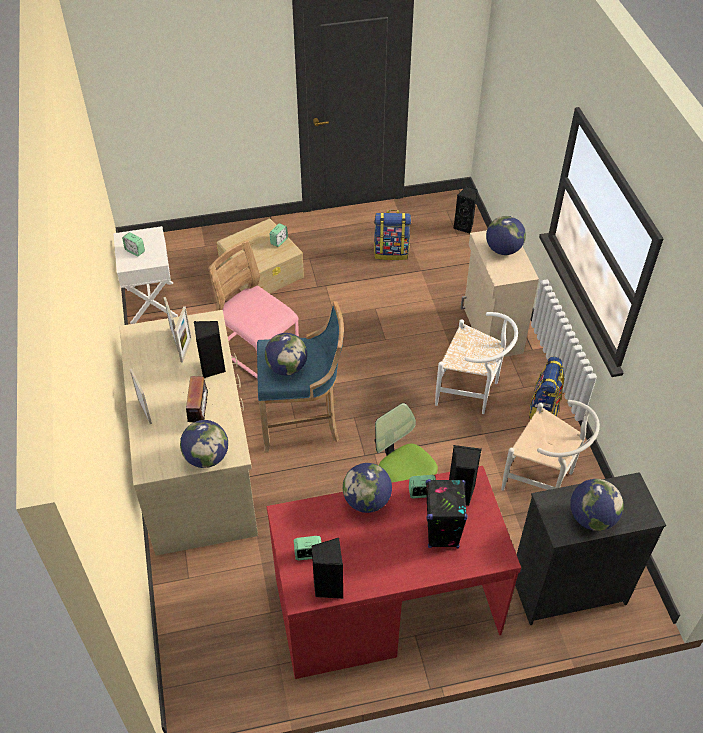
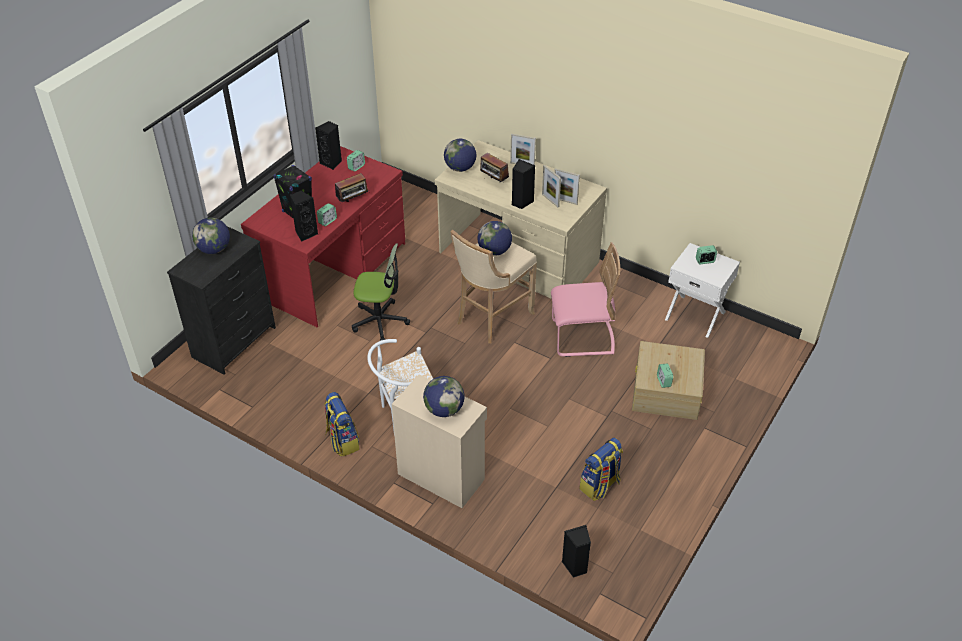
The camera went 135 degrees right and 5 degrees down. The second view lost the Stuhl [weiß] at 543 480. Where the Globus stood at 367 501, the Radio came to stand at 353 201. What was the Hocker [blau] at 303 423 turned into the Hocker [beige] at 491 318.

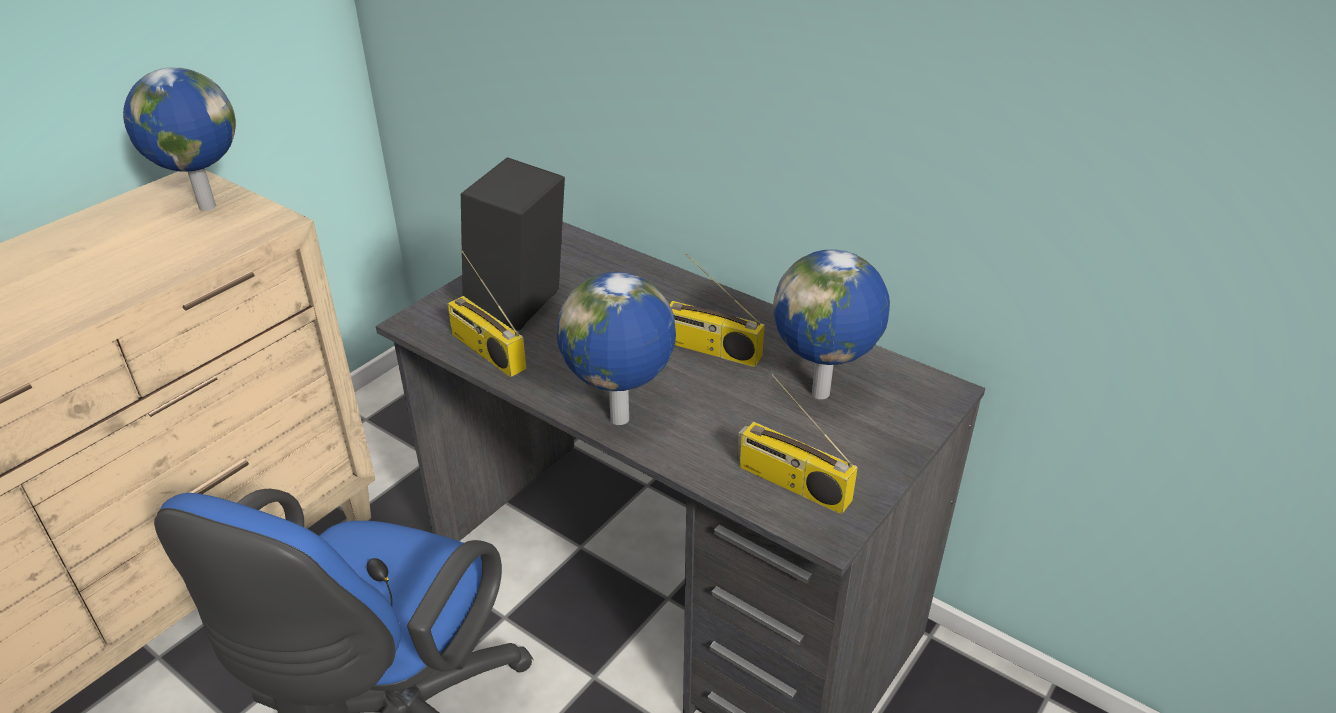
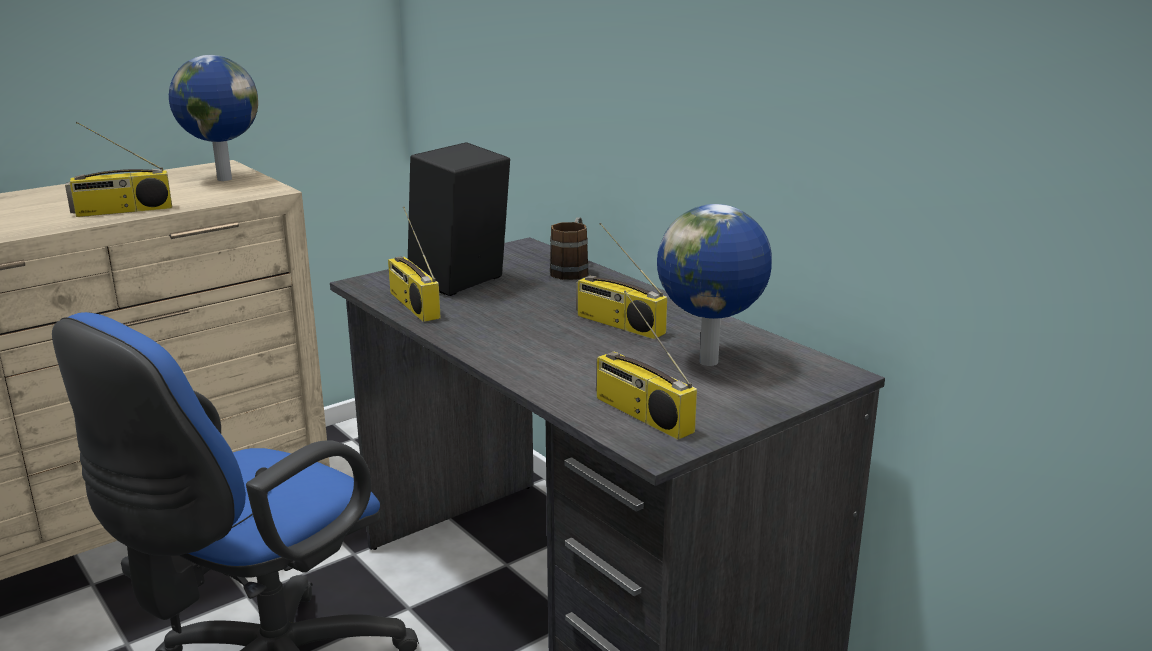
The camera went 15 degrees right and 15 degrees down. The second view lost the Globus at 621 420. The second view gained the Radio at 122 211. The second view gained the Henkelbecher [braun] at 572 270.

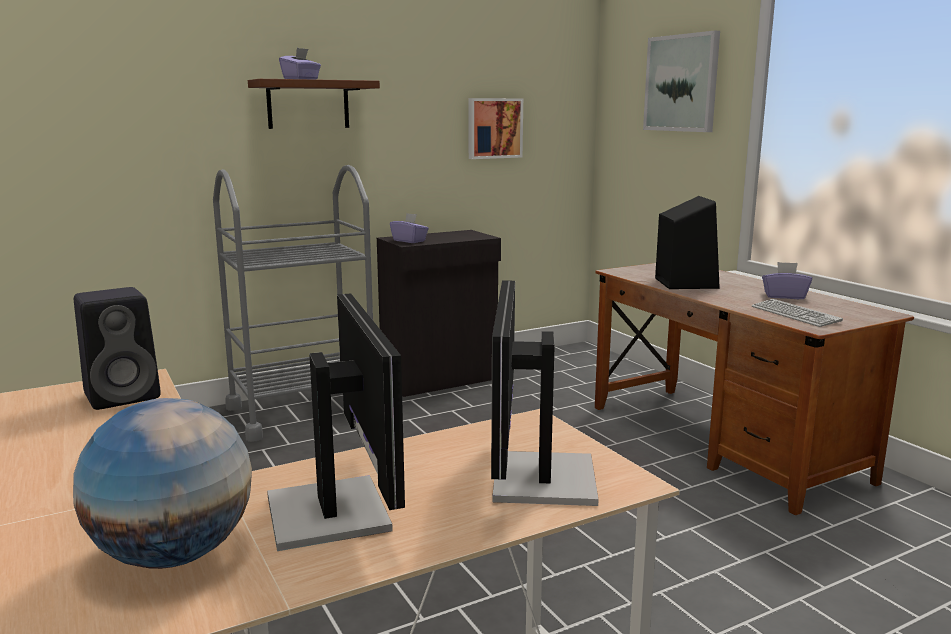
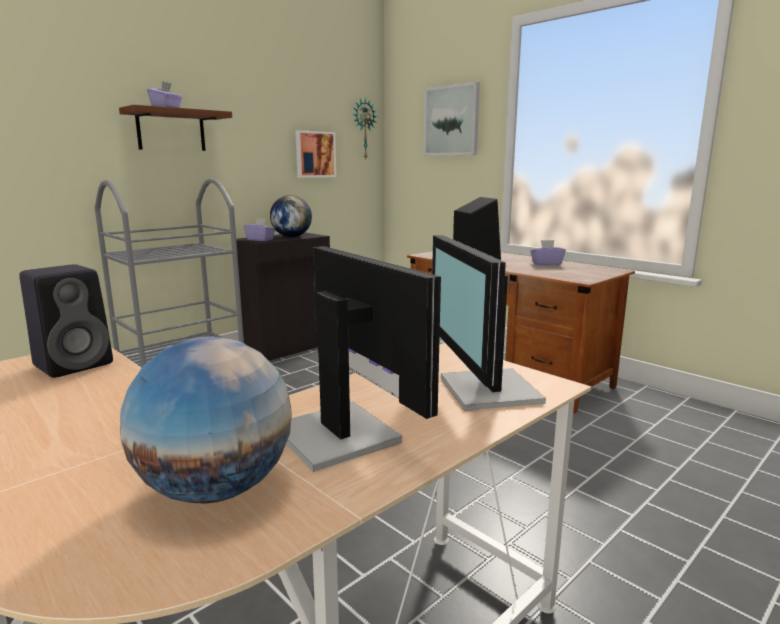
The camera went 15 degrees left and 0 degrees up. The second view lost the Tastatur at 795 314. The second view gained the Globus at 291 237. The second view gained the Wanduhr at 363 129.

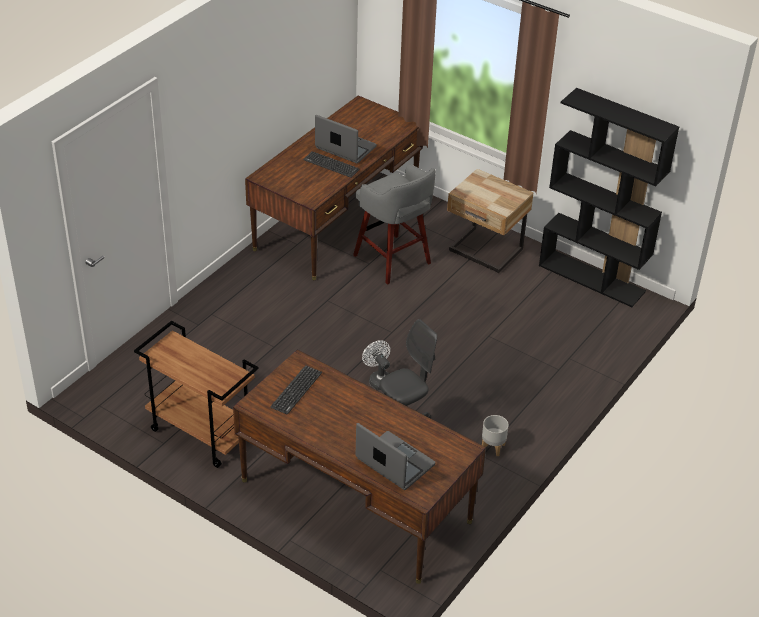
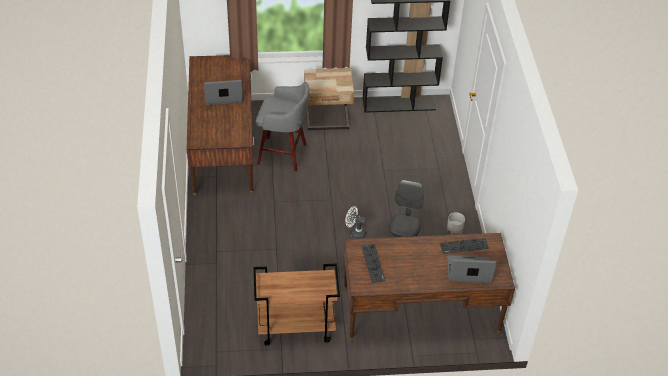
The camera went 40 degrees left and 5 degrees up. The Tastatur ended up elsewhere, having gone from 331 165 to 464 246.

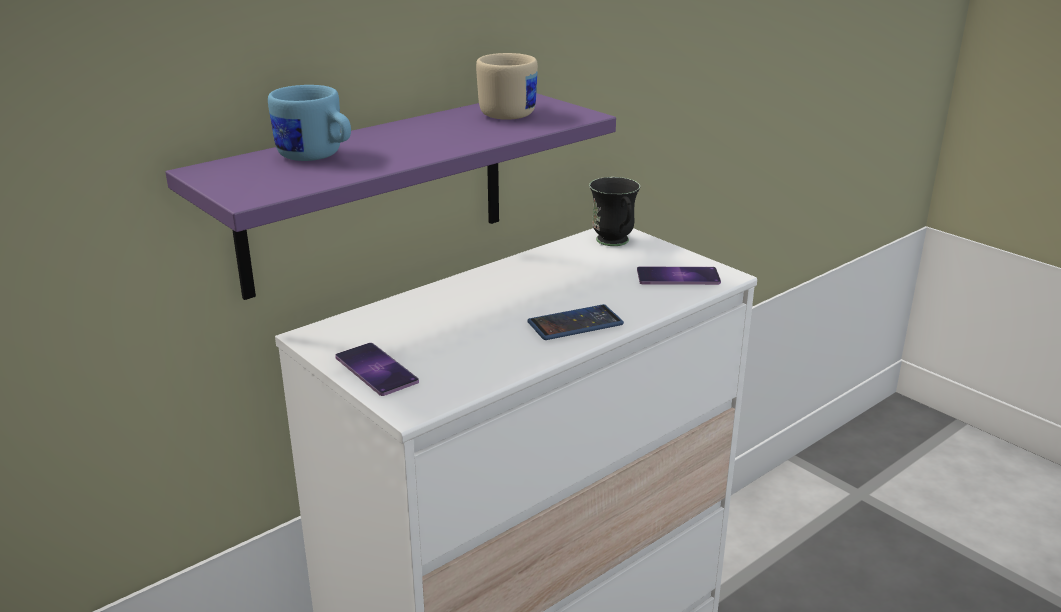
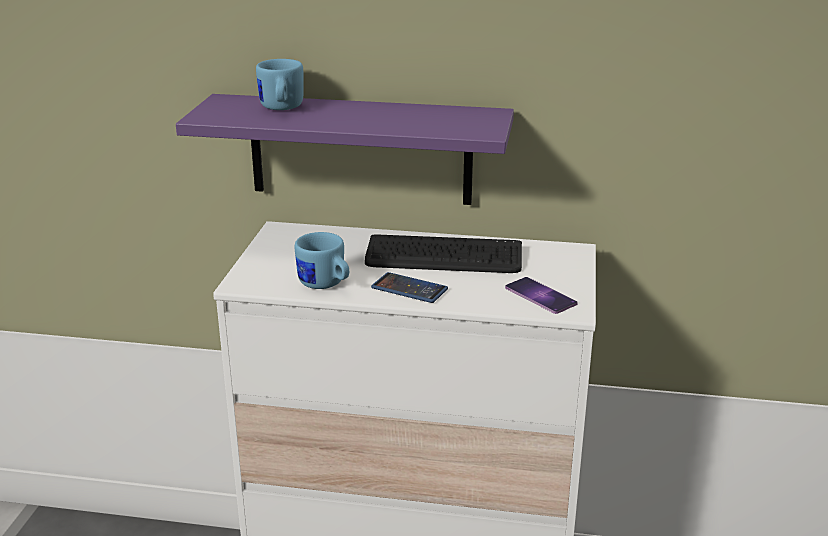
The camera went 50 degrees right and 0 degrees up. The second view lost the Handy at 376 369. The second view lost the Henkelbecher [beige] at 510 112. The second view lost the Henkelbecher [schwarz] at 615 243. The second view gained the Henkelbecher [blau] at 325 285. The second view gained the Tastatur at 444 257.

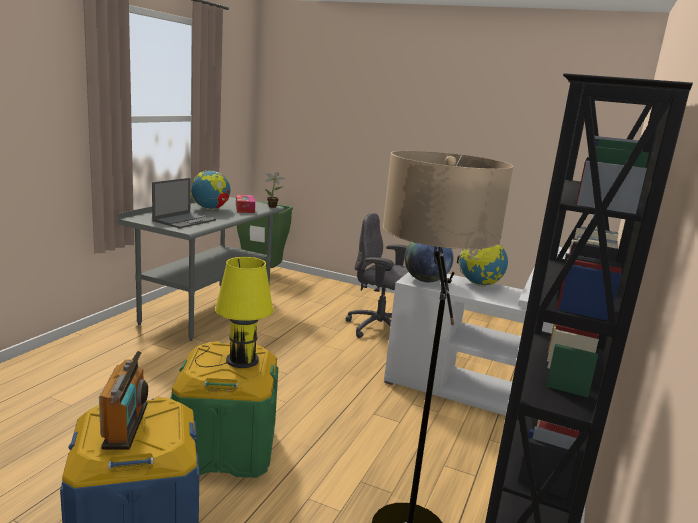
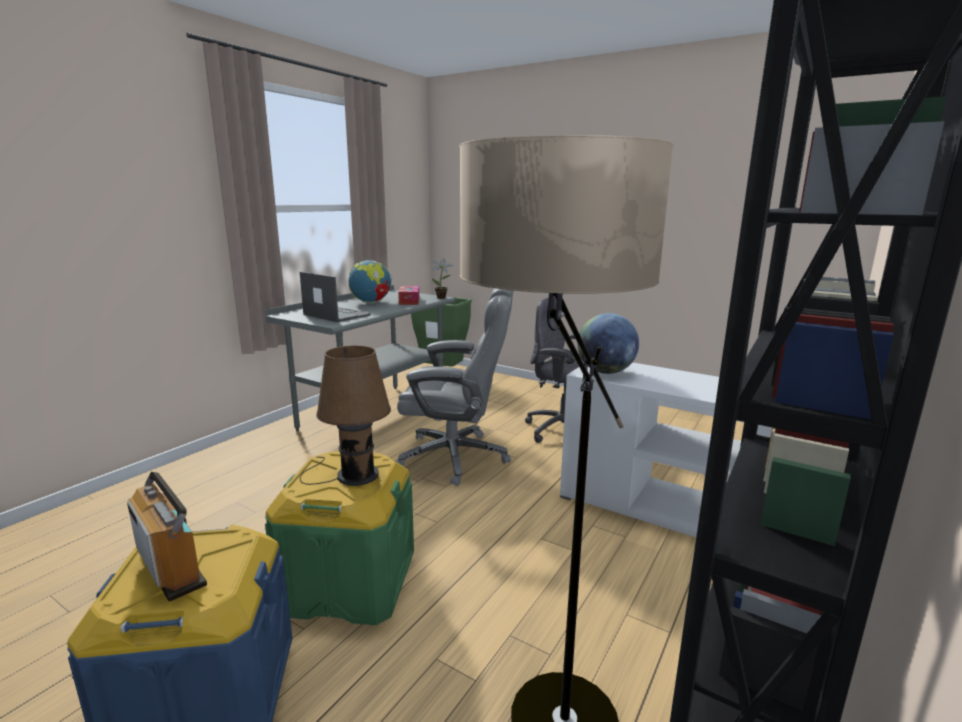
The camera went 10 degrees right and 0 degrees up. The second view lost the Globus at 479 284. The second view gained the Bürostuhl [grau] at 456 457. What was the Tischlampe [gelb] at 238 360 turned into the Tischlampe [braun] at 353 475. The Radio at 126 425 ended up facing another way, 45 degrees counterclockwise from before. The Laptop at 185 220 ended up facing another way, 90 degrees counterclockwise from before.

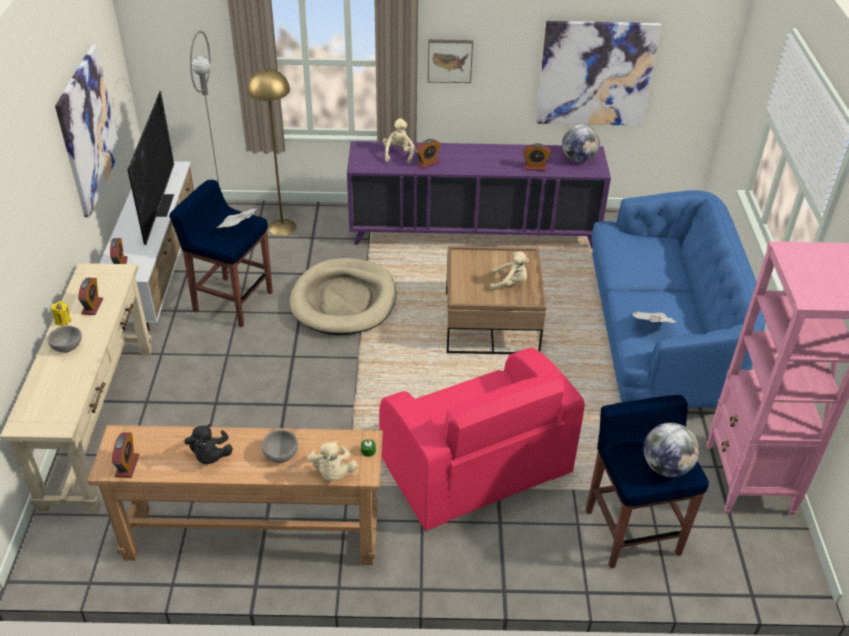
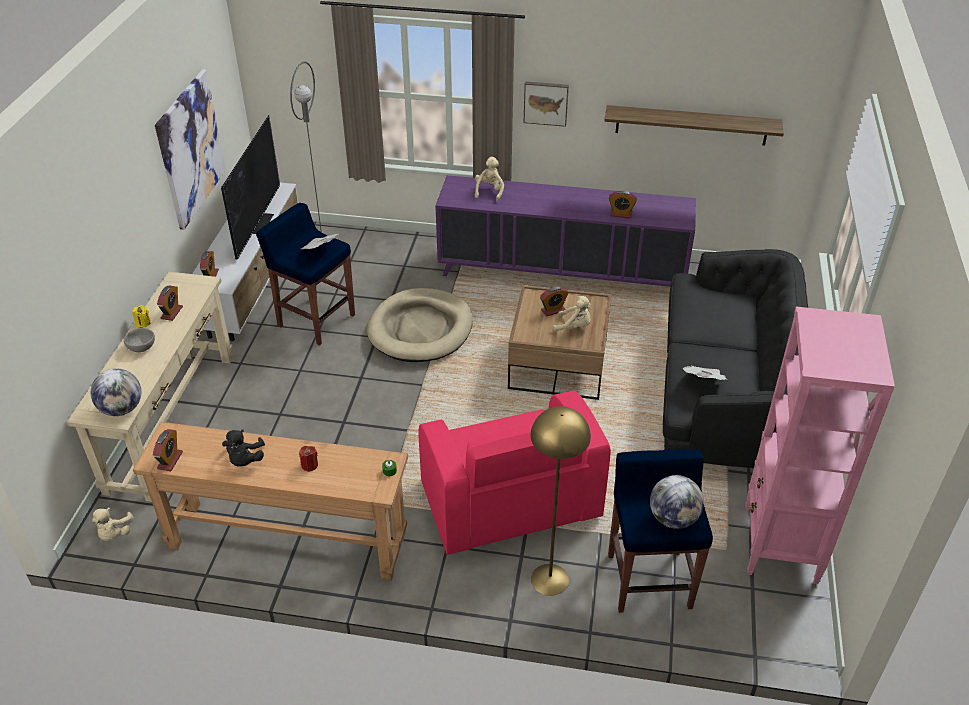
The camera went 10 degrees right and 0 degrees up. The Stehlampe [gelb] ended up elsewhere, having gone from 282 227 to 549 579. The Plüschtier [beige] ended up elsewhere, having gone from 333 473 to 114 533. The Wecker ended up elsewhere, having gone from 427 163 to 553 310. The Globus ended up elsewhere, having gone from 578 159 to 122 409. Where the Schüssel [grau] stood at 281 454, the Kerze [rot] came to stand at 309 465. Where the Bild hung at 595 74, the Wandregal came to hang at 691 125. What was the Sofa [blau] at 658 339 turned into the Sofa [schwarz] at 722 396.

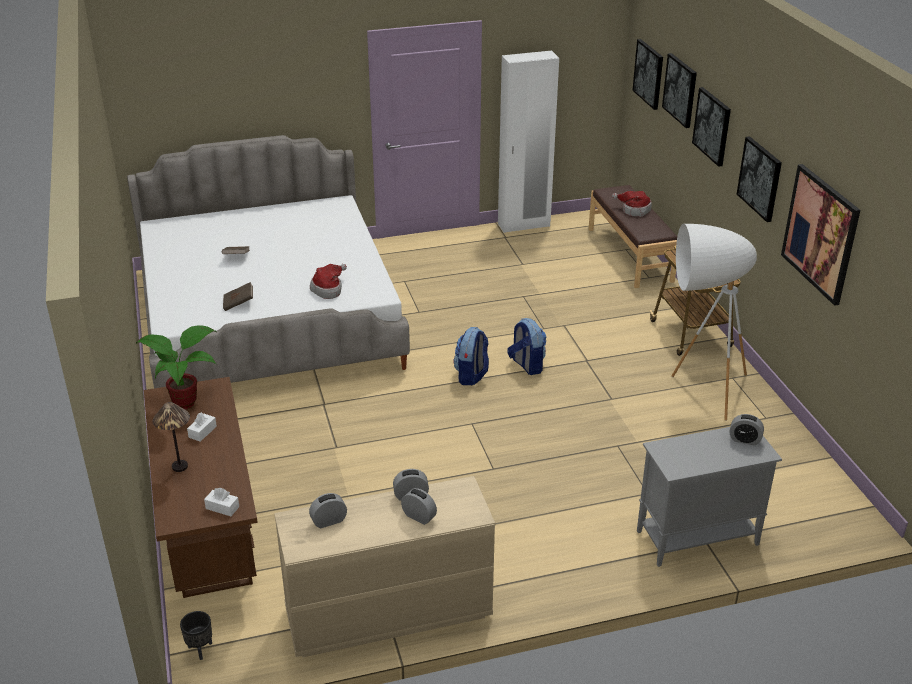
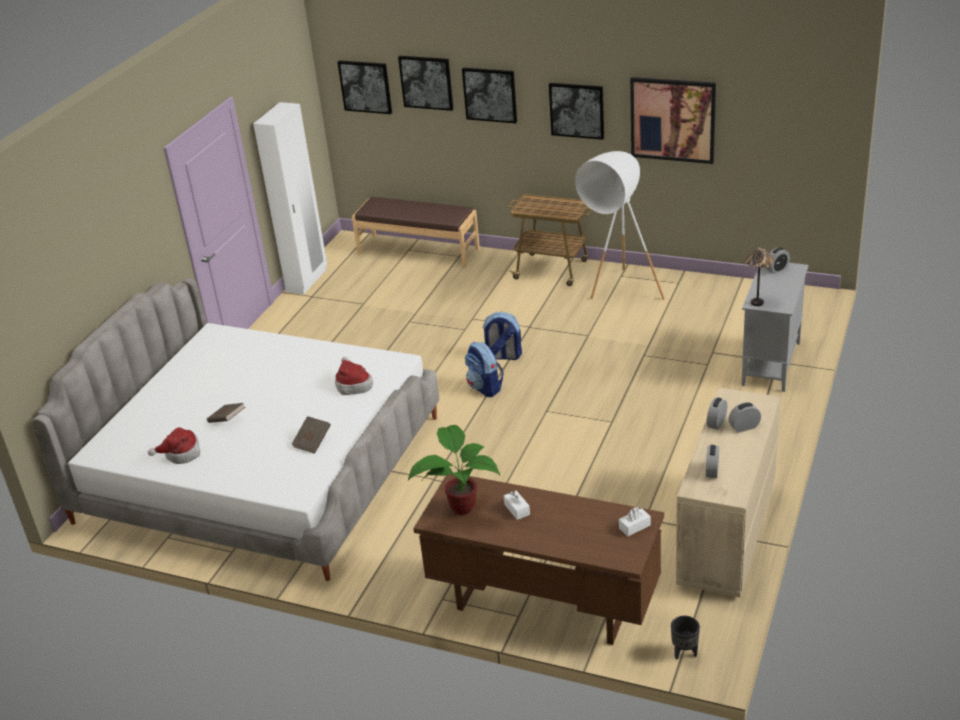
The camera went 50 degrees left and 0 degrees up. The Tischlampe ended up elsewhere, having gone from 179 467 to 757 303. The Hut ended up elsewhere, having gone from 634 210 to 181 454.

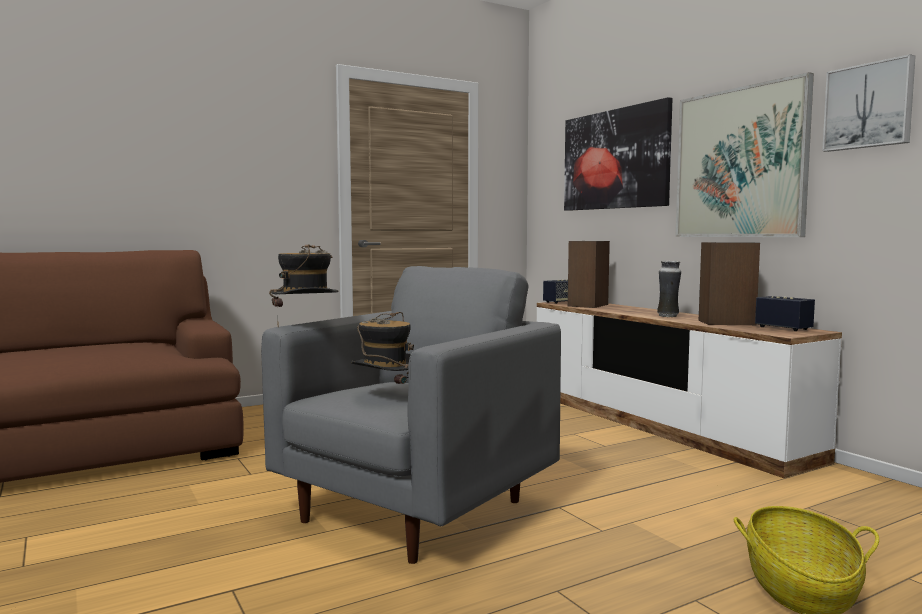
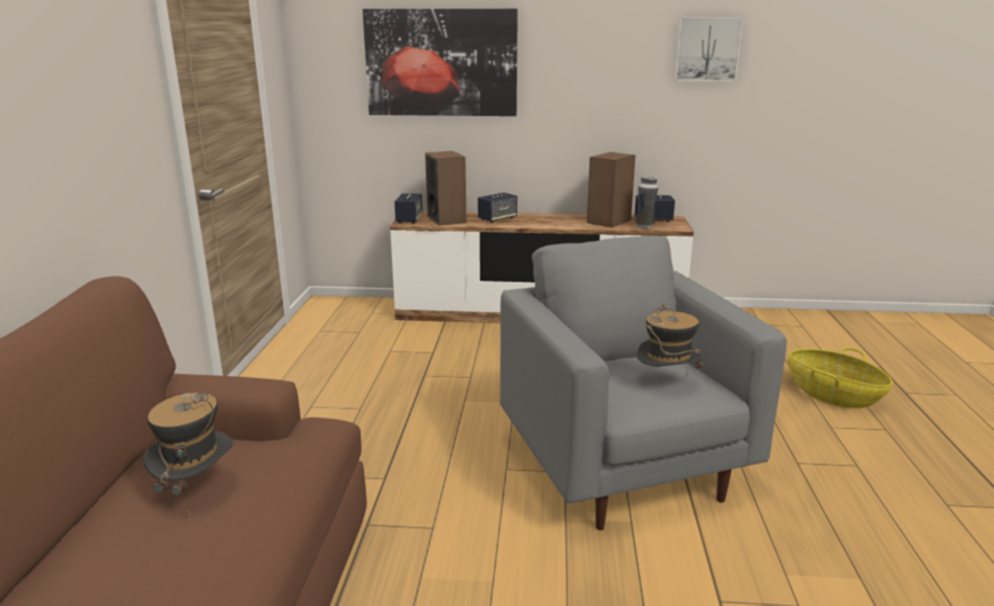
The camera went 55 degrees left and 15 degrees up. The second view lost the Bild at 740 163. The second view gained the Lautsprecher at 497 219. The Hut ended up elsewhere, having gone from 306 324 to 197 491. The Vase ended up elsewhere, having gone from 668 316 to 645 226.

